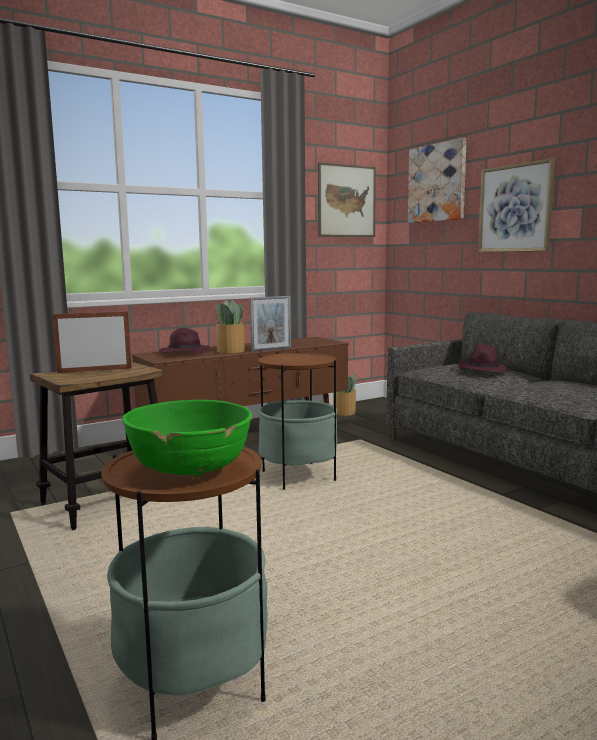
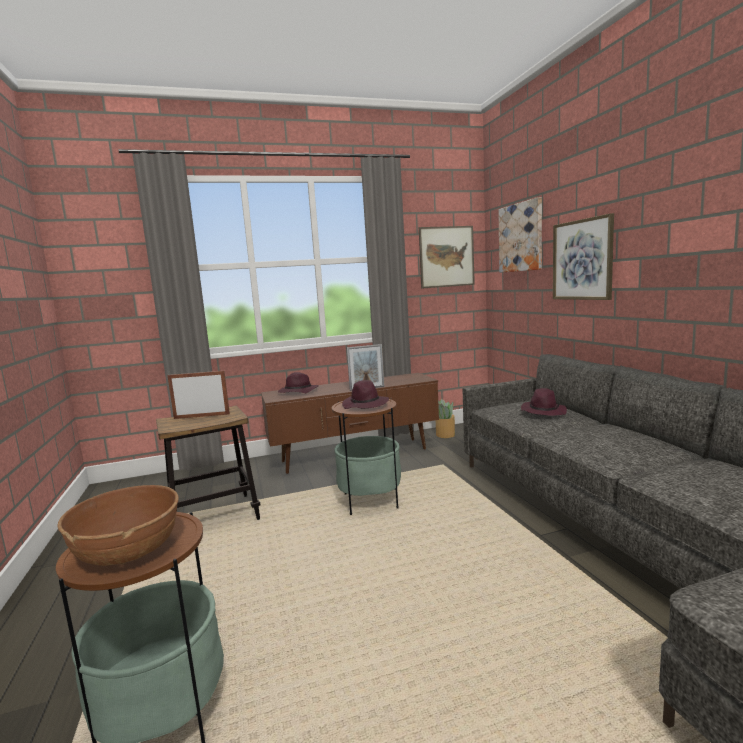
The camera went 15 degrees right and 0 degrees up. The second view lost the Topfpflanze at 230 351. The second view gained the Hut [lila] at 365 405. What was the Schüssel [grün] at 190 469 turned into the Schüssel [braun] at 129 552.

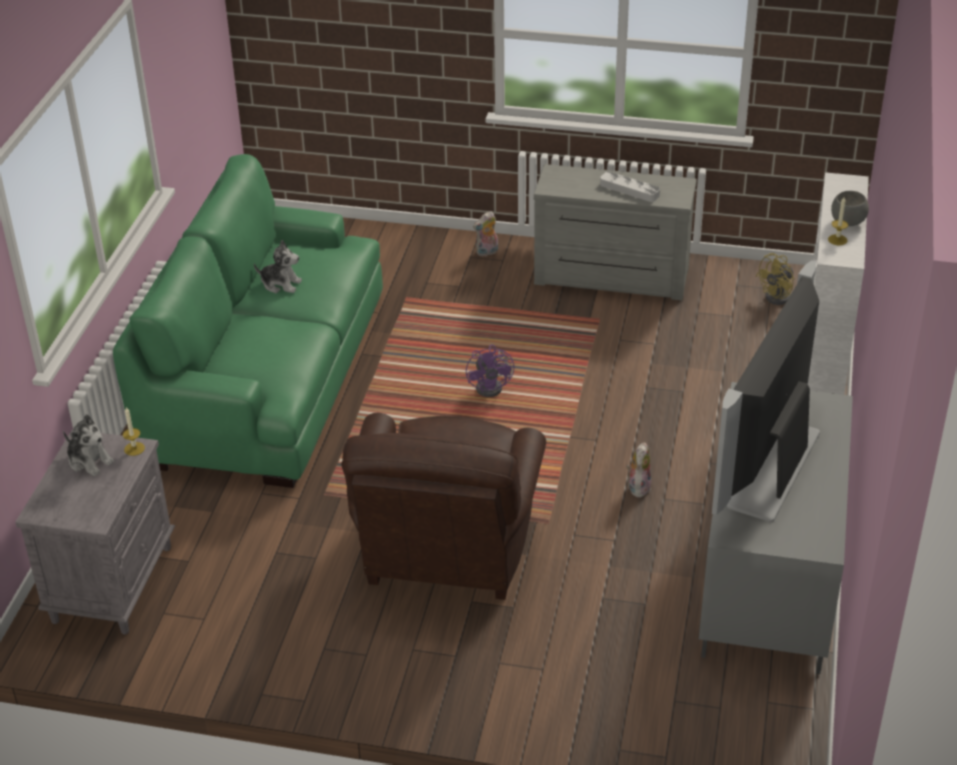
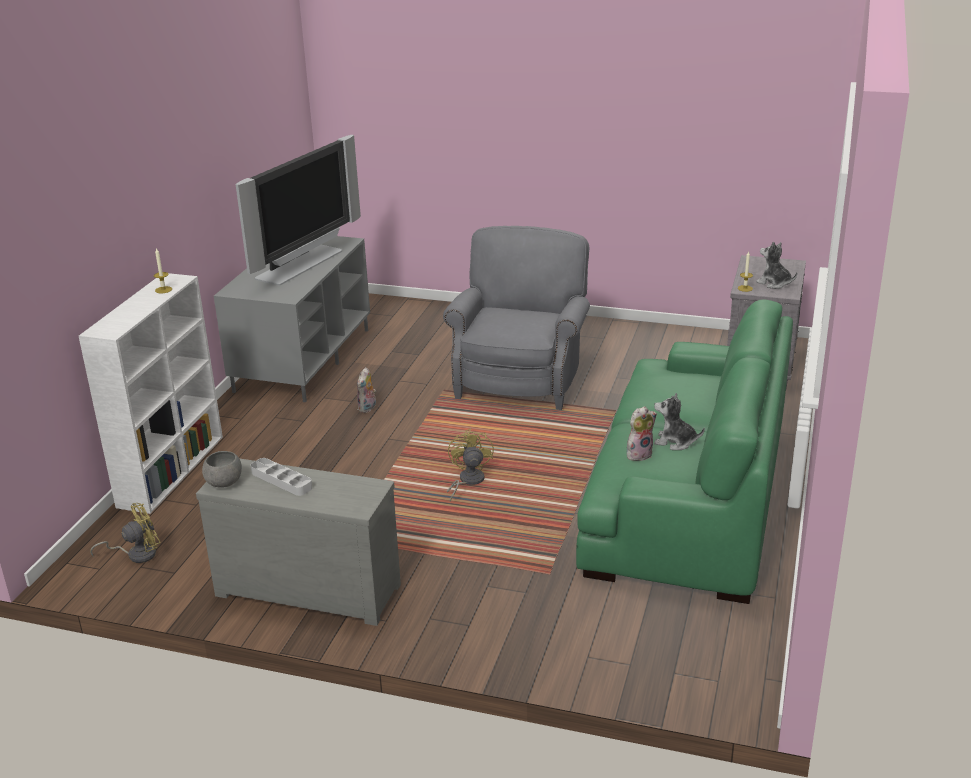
The camera went 175 degrees left and 10 degrees down. The Plüschtier ended up elsewhere, having gone from 487 252 to 639 454. The Schüssel [grau] ended up elsewhere, having gone from 847 222 to 225 483. What was the Sessel [braun] at 447 551 turned into the Sessel [grau] at 521 378. What was the Ventilator [lila] at 493 386 turned into the Ventilator [gelb] at 467 481.

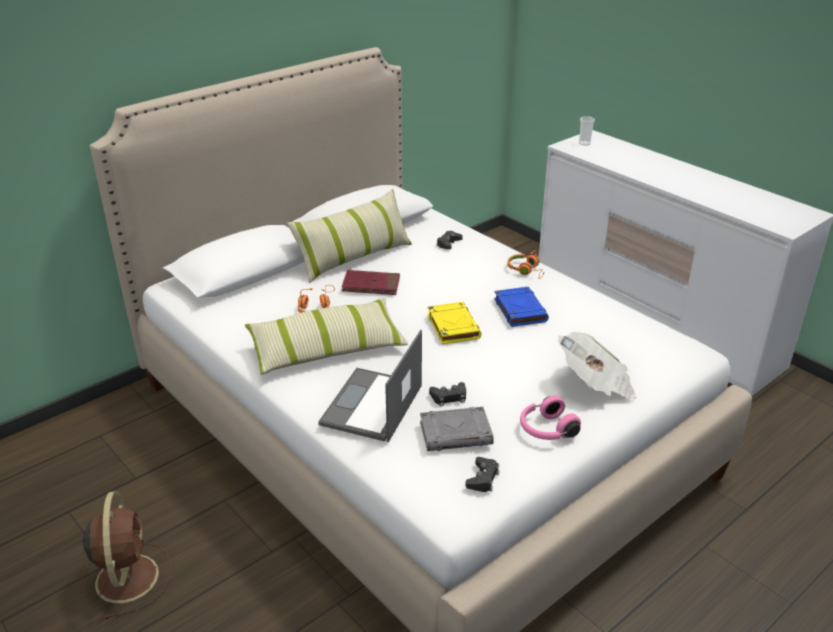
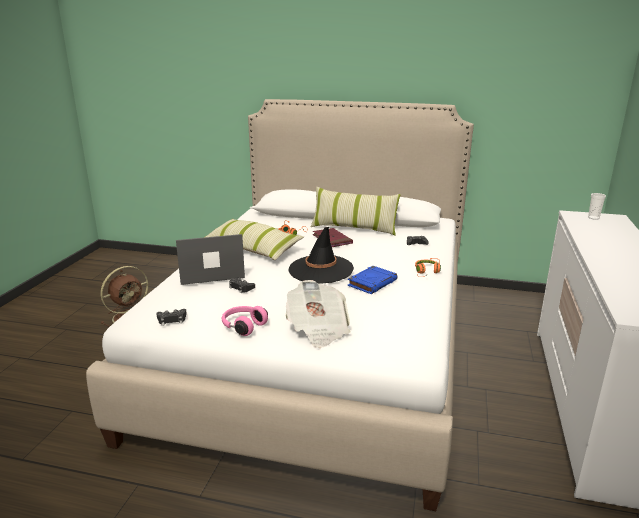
The camera went 55 degrees right and 10 degrees down. The second view lost the Buch [grau] at 456 433. Where the Buch [gelb] stood at 452 326, the Hut [schwarz] came to stand at 321 269.

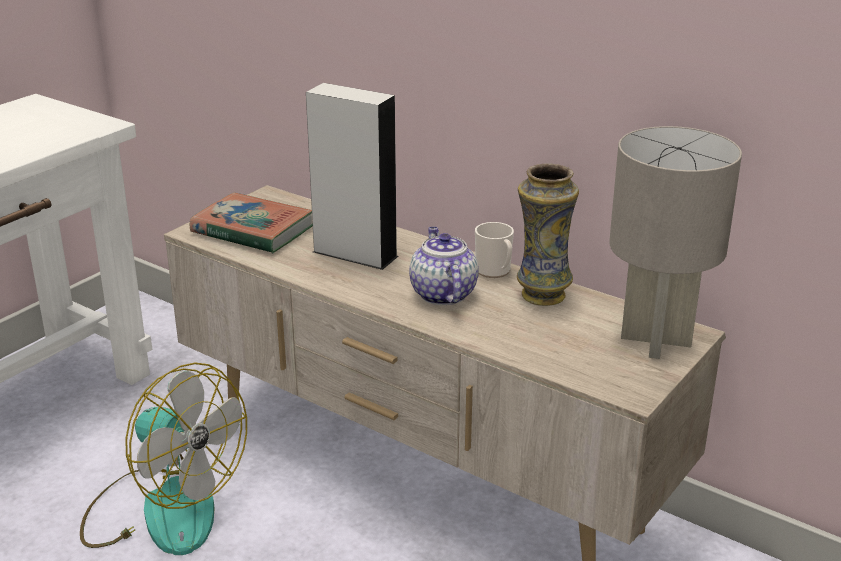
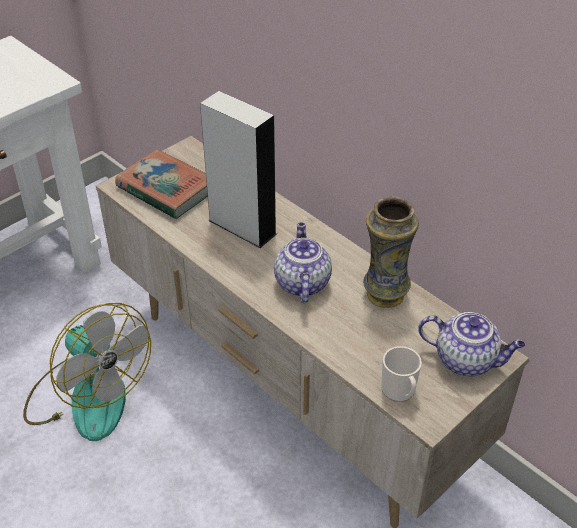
The camera went 10 degrees right and 15 degrees up. The Henkelbecher ended up elsewhere, having gone from 495 271 to 400 392. Where the Tischlampe [grau] stood at 657 340, the Teekanne came to stand at 466 360.

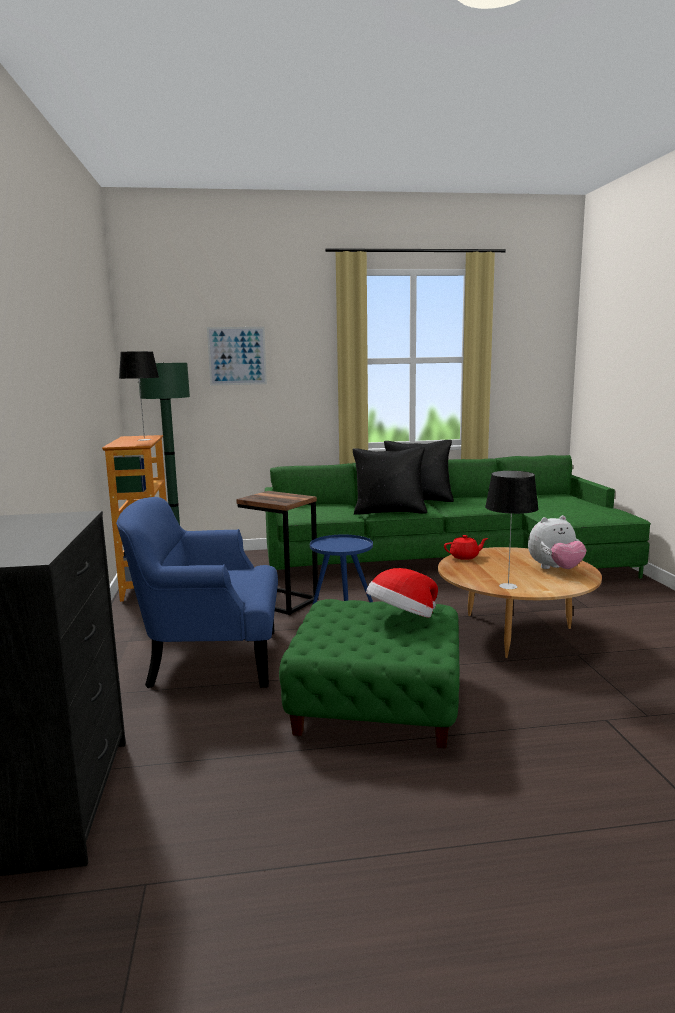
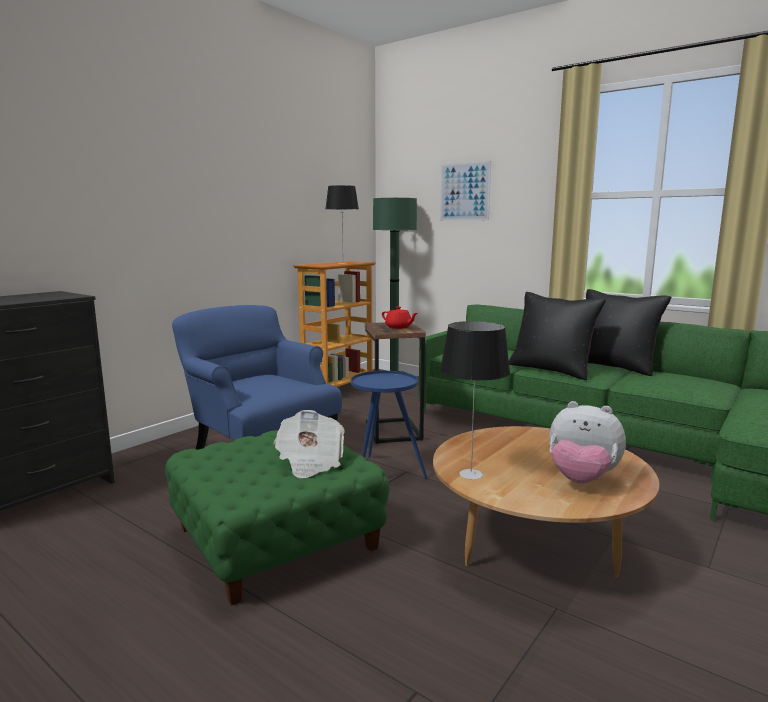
The camera went 45 degrees right and 0 degrees up. The Teekanne [rot] ended up elsewhere, having gone from 465 557 to 399 327. Where the Hut stood at 402 618, the Zeitung came to stand at 310 462.

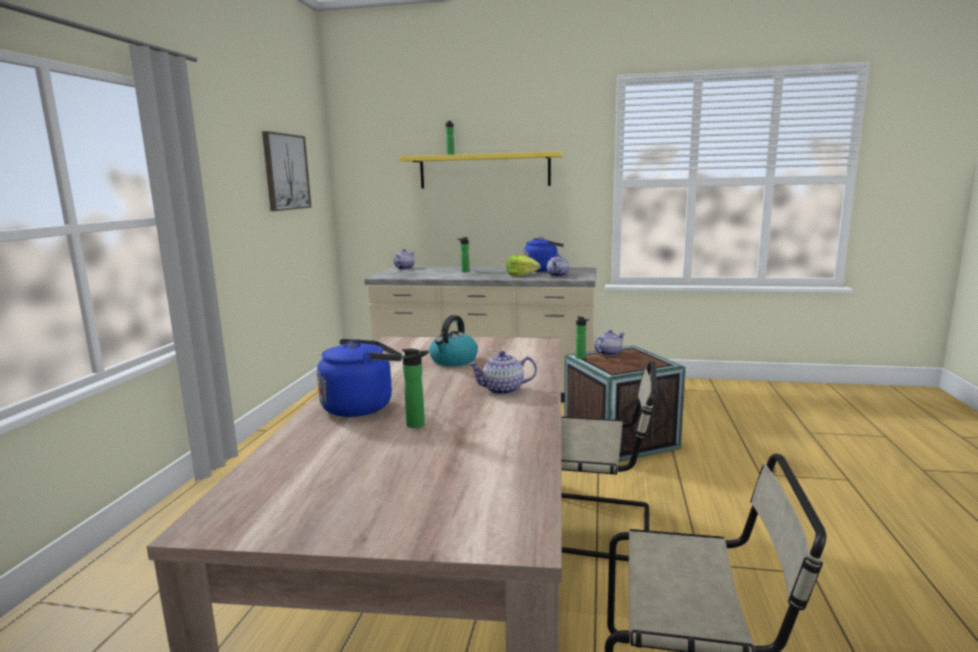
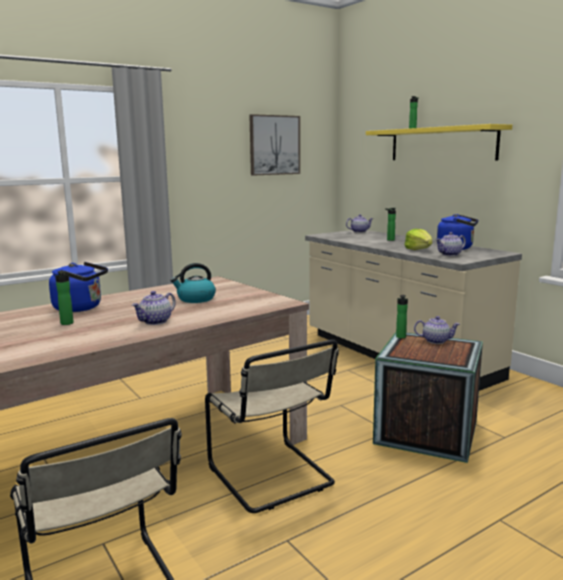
The camera went 45 degrees right and 0 degrees up. The Teekanne at 502 390 ended up facing another way, 90 degrees counterclockwise from before.

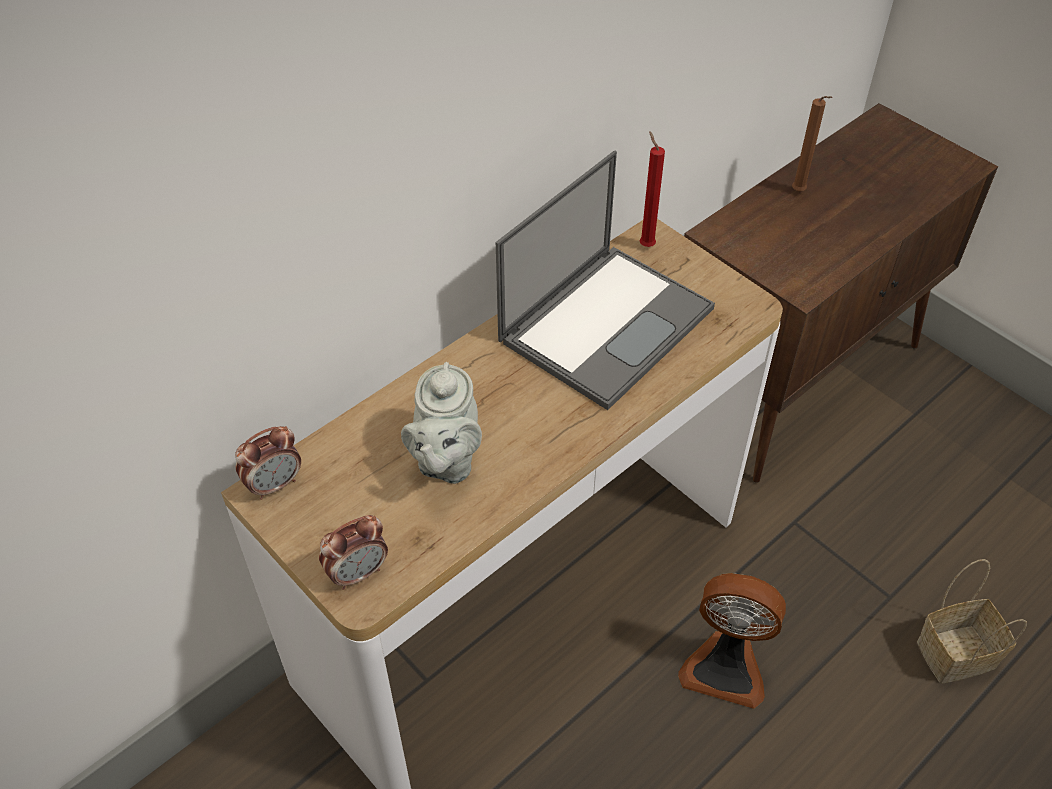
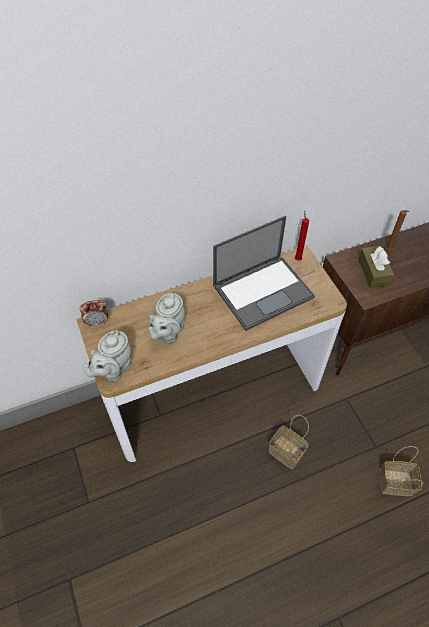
The camera went 20 degrees right and 5 degrees up. The second view gained the Taschentuchbox [braun] at 373 272. Where the Wecker stood at 358 573, the Teekanne [grau] came to stand at 113 369. Where the Ventilator stood at 725 666, the Korb came to stand at 287 452.

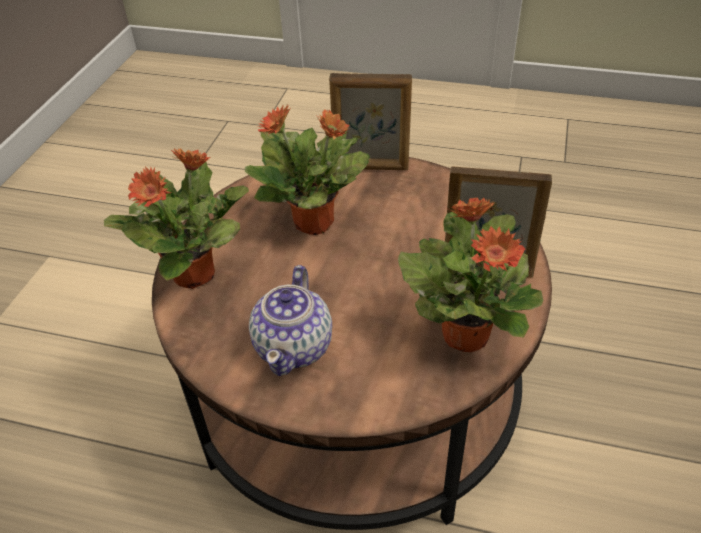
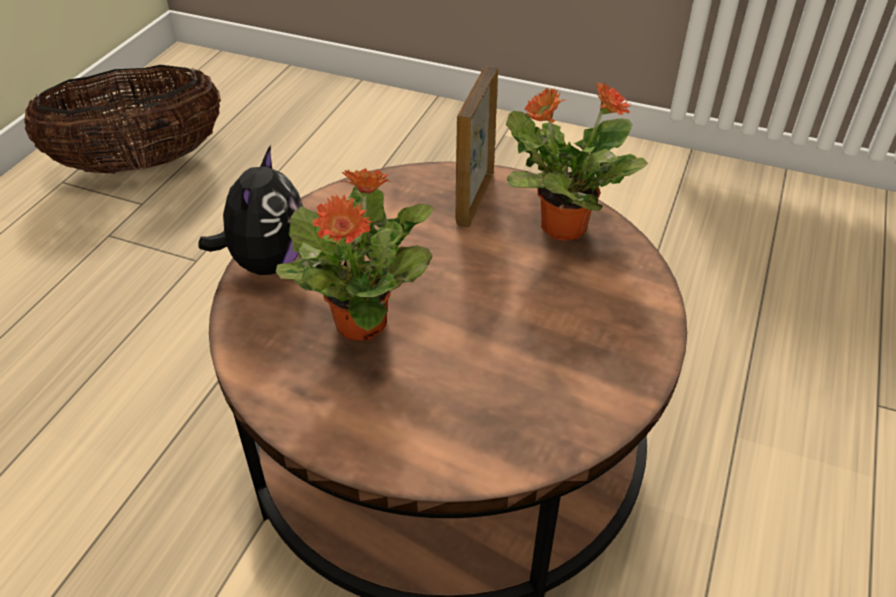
The camera went 85 degrees left and 0 degrees up. The second view lost the Topfpflanze at 195 273. The second view lost the Teekanne at 295 346. The second view gained the Korb at 141 163. Where the Bilderrahmen stood at 371 167, the Plüschtier came to stand at 267 262.

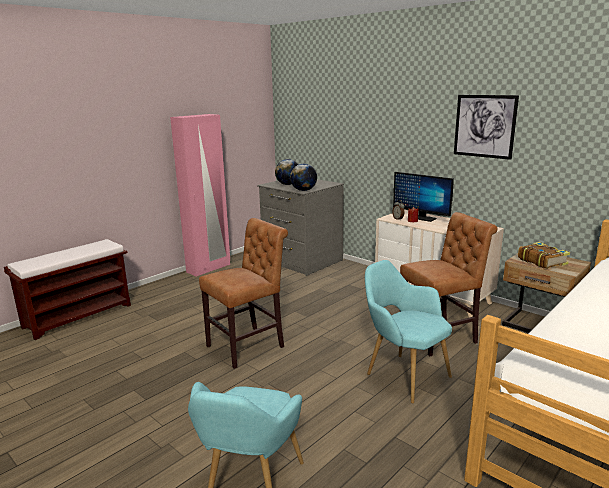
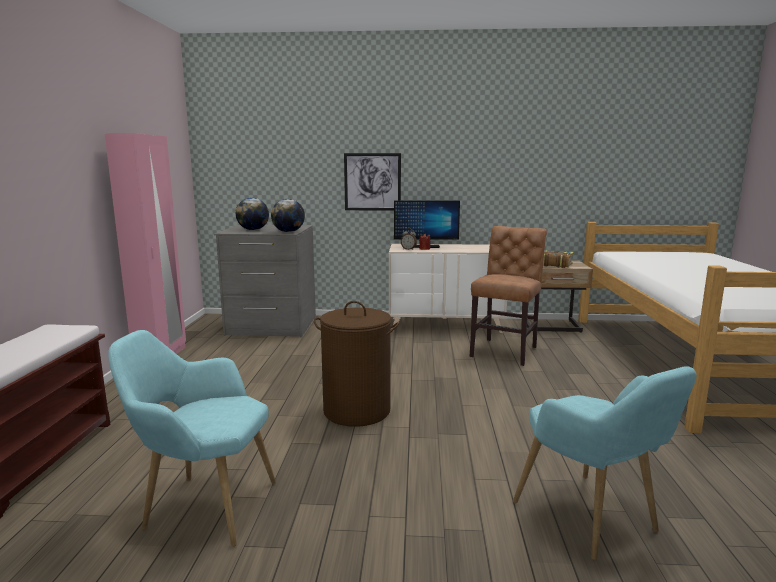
The camera went 40 degrees left and 5 degrees down. The Sessel [türkis] ended up elsewhere, having gone from 403 374 to 203 506. The Bild ended up elsewhere, having gone from 484 126 to 372 182. Where the Stuhl [braun] stood at 249 345, the Wäschekorb [braun] came to stand at 357 410.

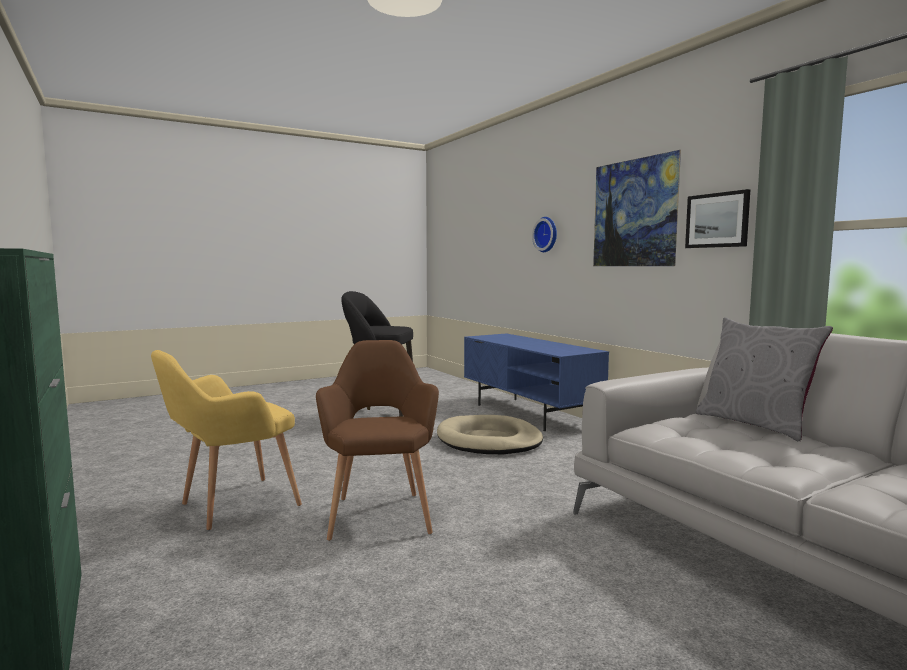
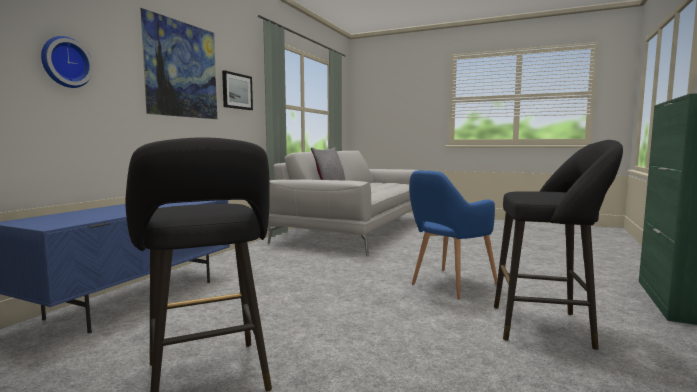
The camera went 125 degrees left and 0 degrees up. The second view lost the Hundebett [beige] at 489 440. Where the Sessel [gelb] stood at 231 506, the Hocker [schwarz] came to stand at 547 326. What was the Sessel [braun] at 380 512 turned into the Sessel [blau] at 448 285.

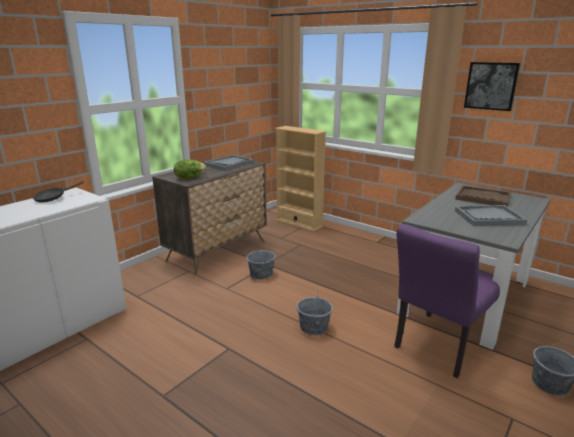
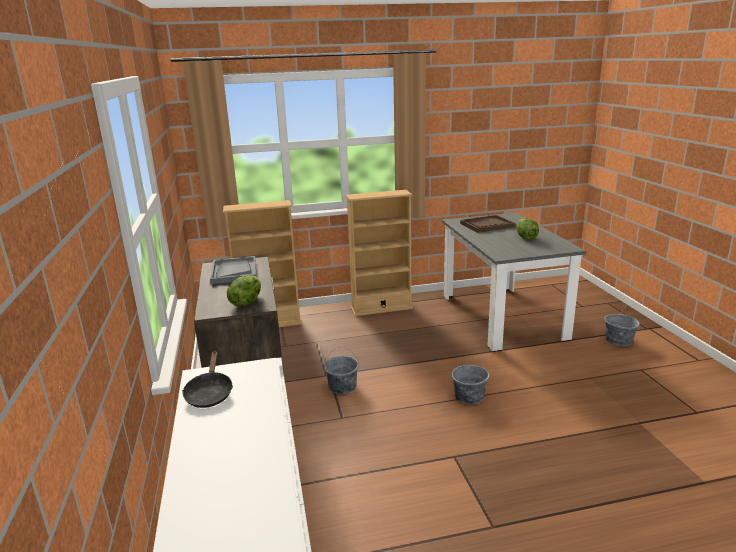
The camera went 50 degrees left and 0 degrees up. The second view lost the Stuhl [lila] at 437 347. The second view lost the Bild at 491 86. The second view gained the Bücherregal [beige] at 381 308. Where the Tablett [grau] stood at 488 217, the Salatkopf came to stand at 525 237.

